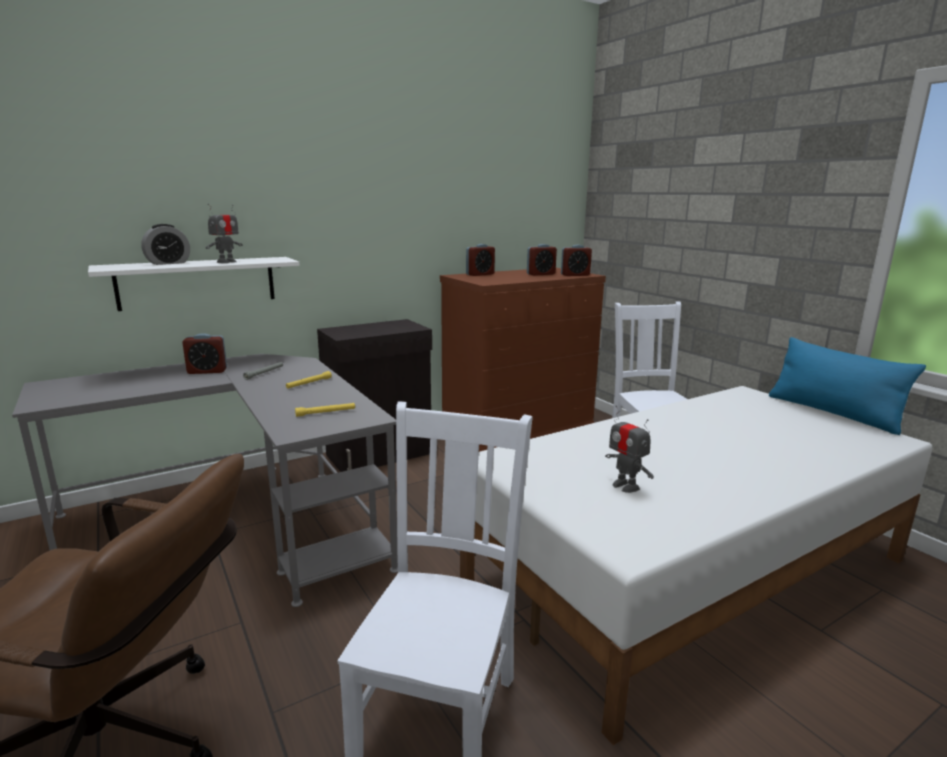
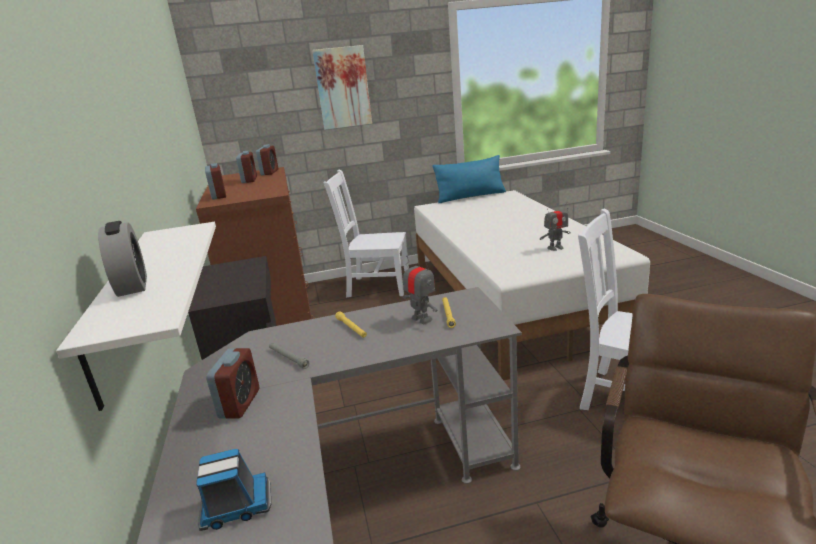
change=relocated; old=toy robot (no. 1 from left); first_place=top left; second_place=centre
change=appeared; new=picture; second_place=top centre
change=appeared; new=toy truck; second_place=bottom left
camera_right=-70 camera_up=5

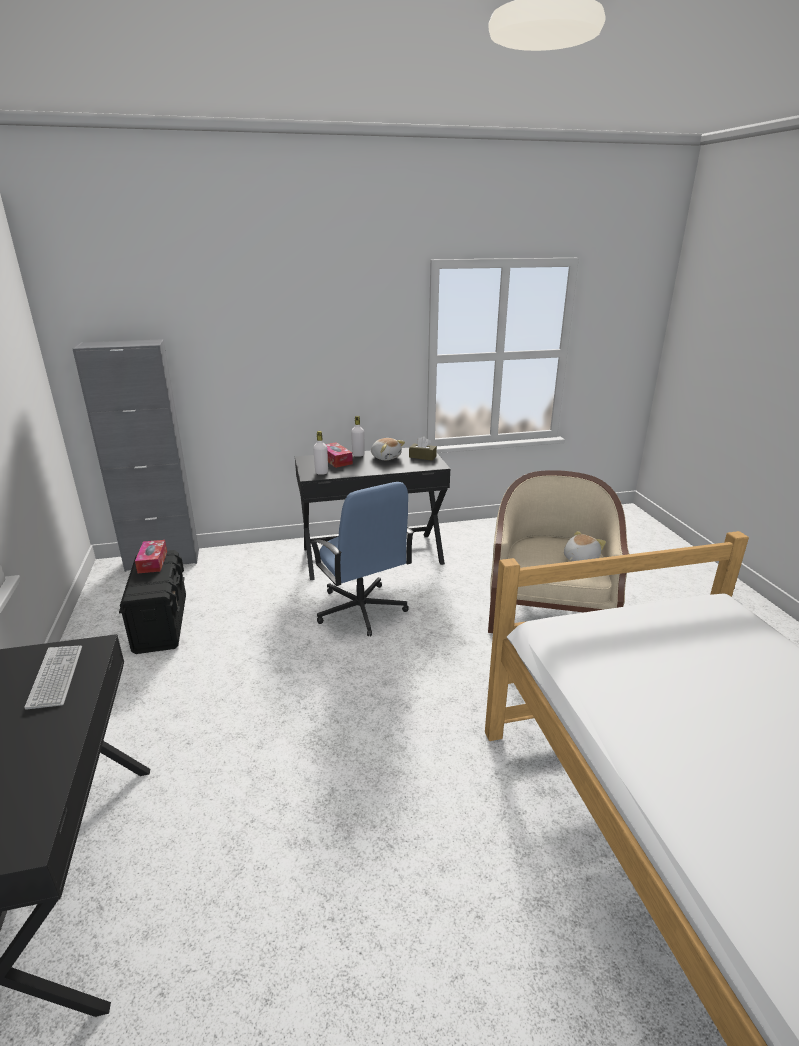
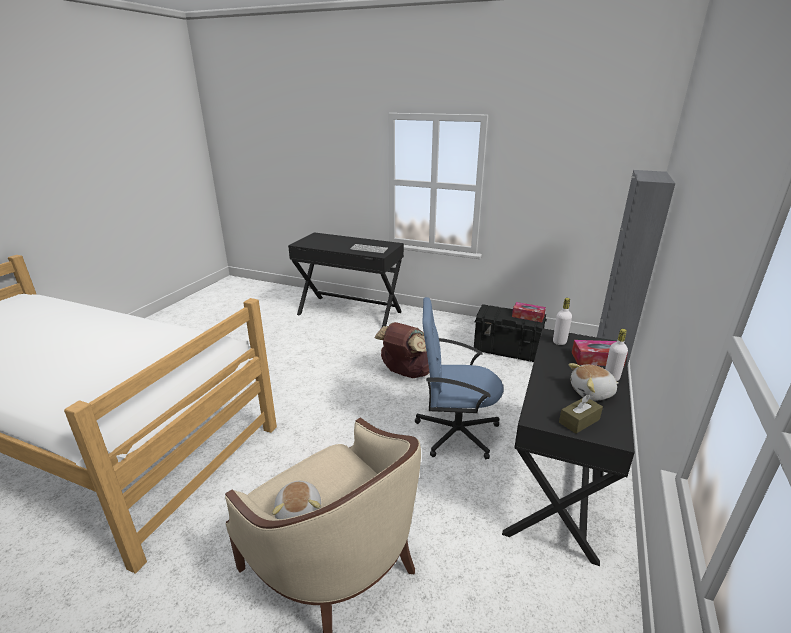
change=appeared; new=brown backpack; second_place=centre
camera_right=125 camera_up=0

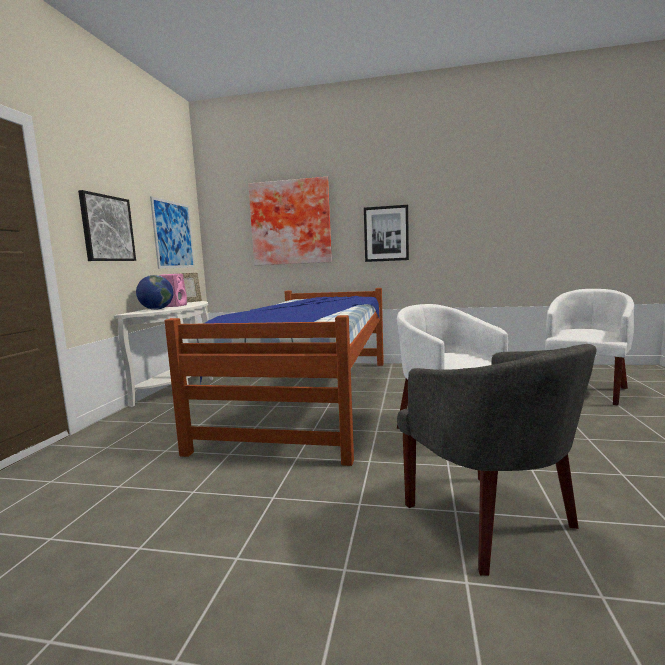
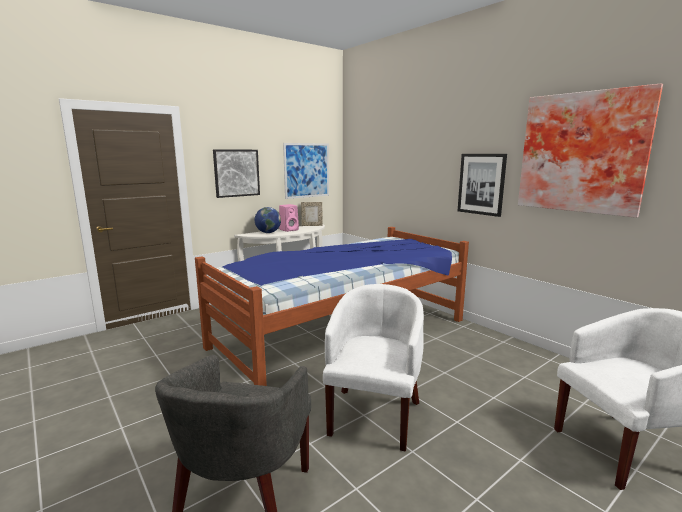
change=relocated; old=picture (no. 3 from left in the first image); new=picture (no. 4 from left); first_place=top centre; second_place=top right
camera_right=40 camera_up=5

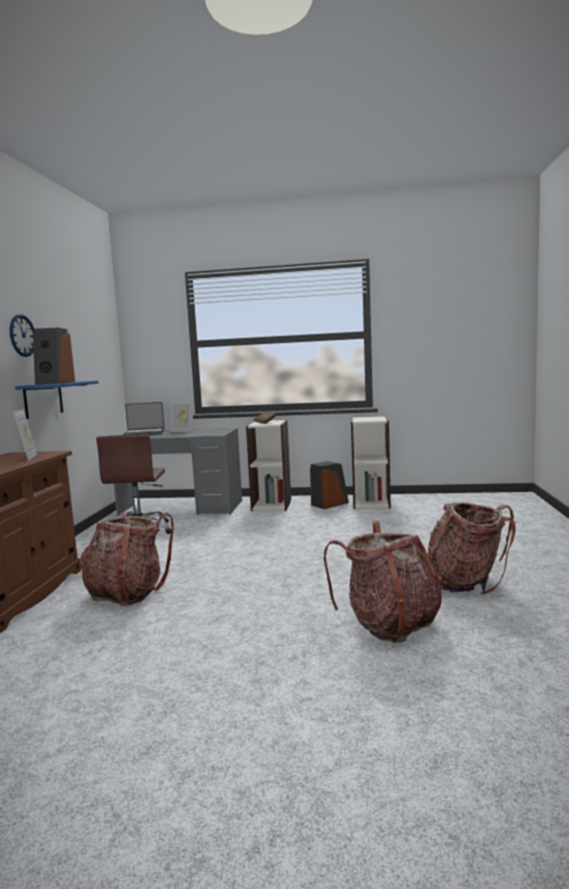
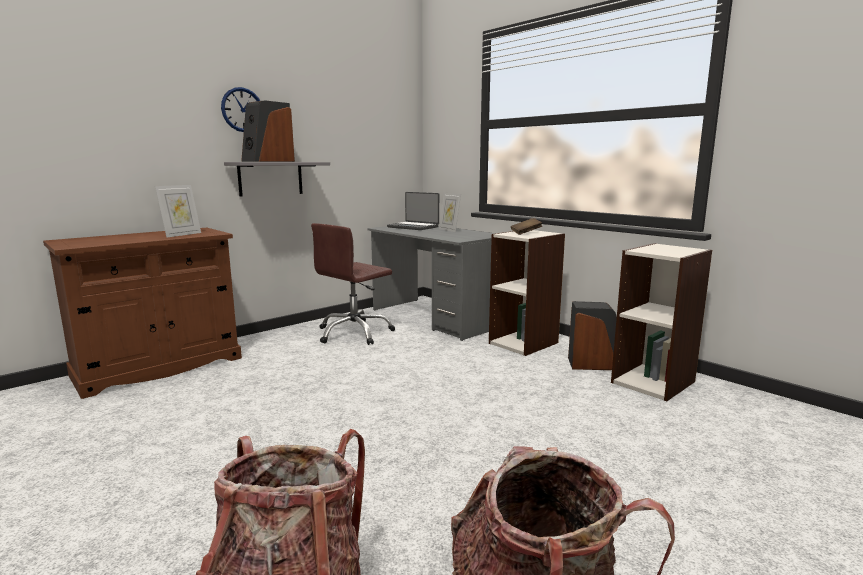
change=colour; old=blue shelf; new=grey shelf; first_place=middle left; second_place=top left
change=missing; old=backpack (no. 1 from left); first_place=middle left
camera_right=40 camera_up=5

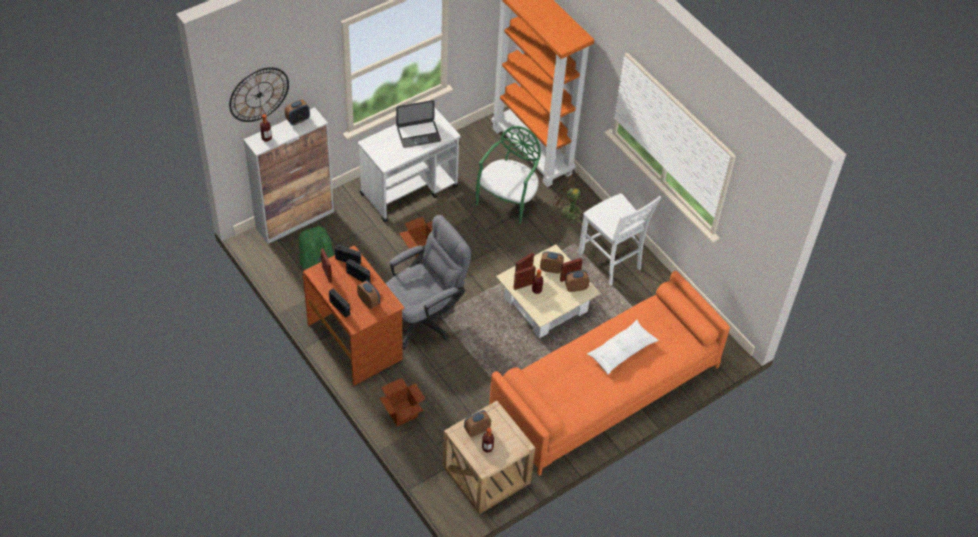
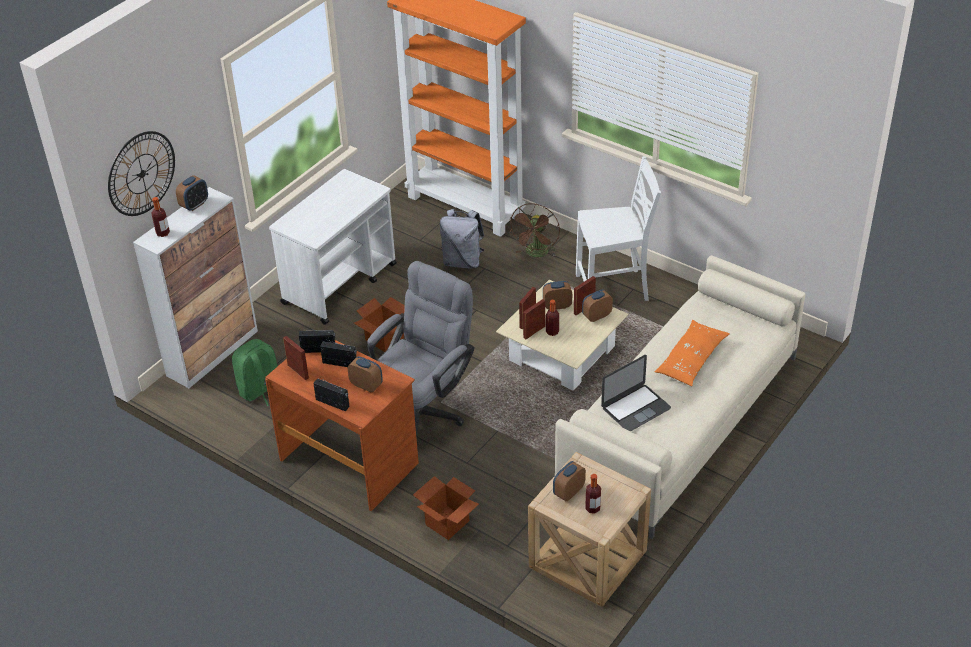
change=relocated; old=laptop; first_place=top centre; second_place=centre
change=exchanged; old=green chair; new=grey backpack; first_place=top centre; second_place=centre
change=spun; old=brown fan; first_place=centre; second_place=centre; degrees=-75
change=spun; old=white chair; first_place=centre; second_place=centre; degrees=-45
change=colour; old=orange sofa; new=beige sofa; first_place=bottom centre; second_place=middle right
change=colour; old=white pillow; new=orange pillow; first_place=centre; second_place=middle right
camera_right=-15 camera_up=-10

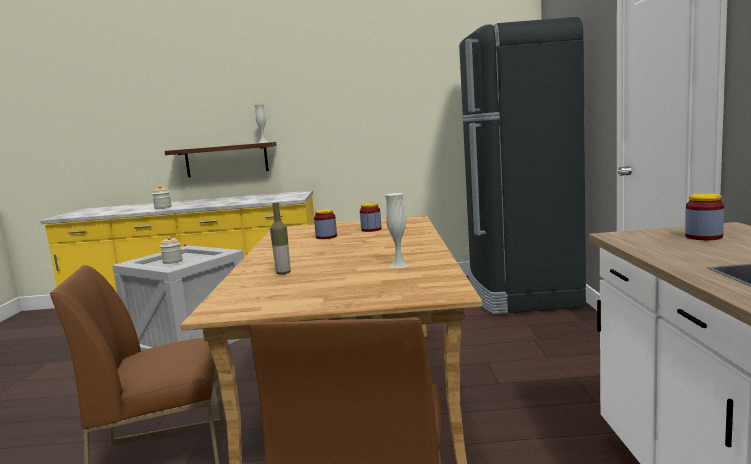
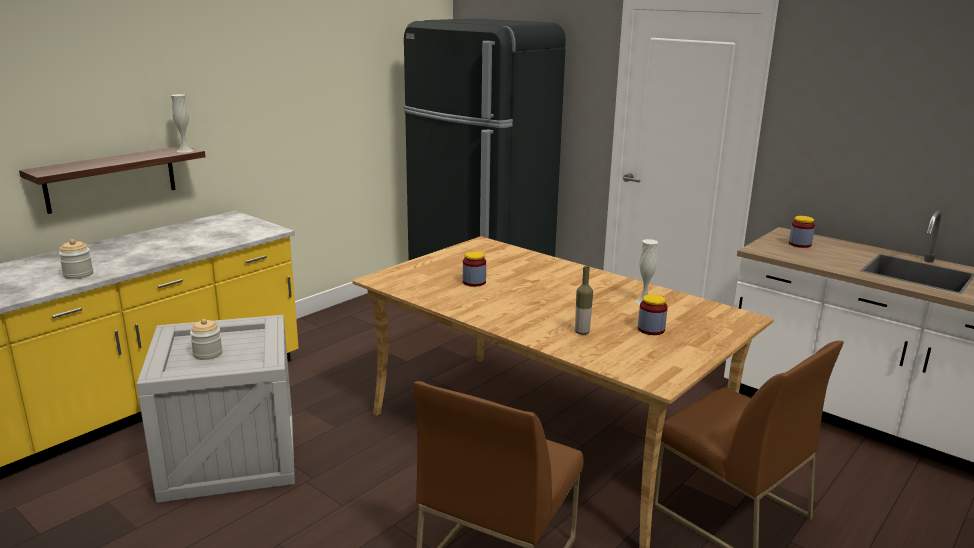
change=relocated; old=jar (no. 4 from left); first_place=centre; second_place=middle right
camera_right=-50 camera_up=10

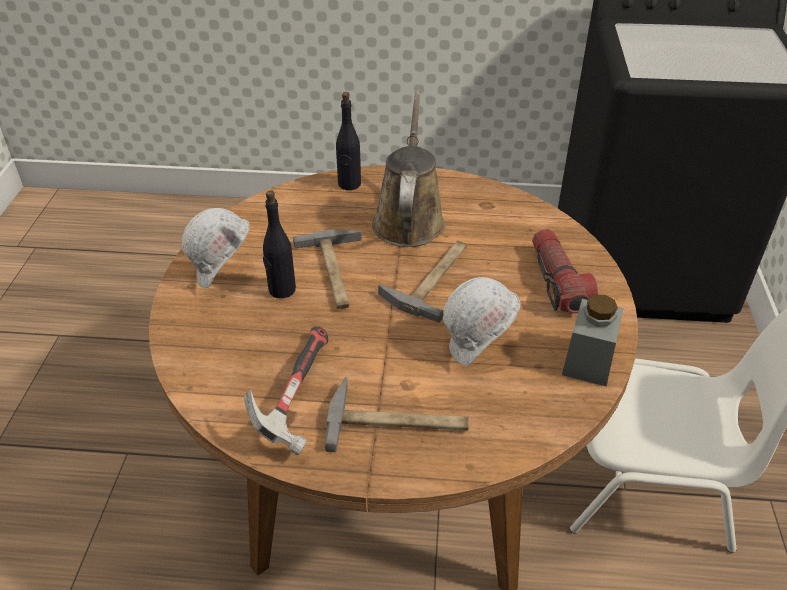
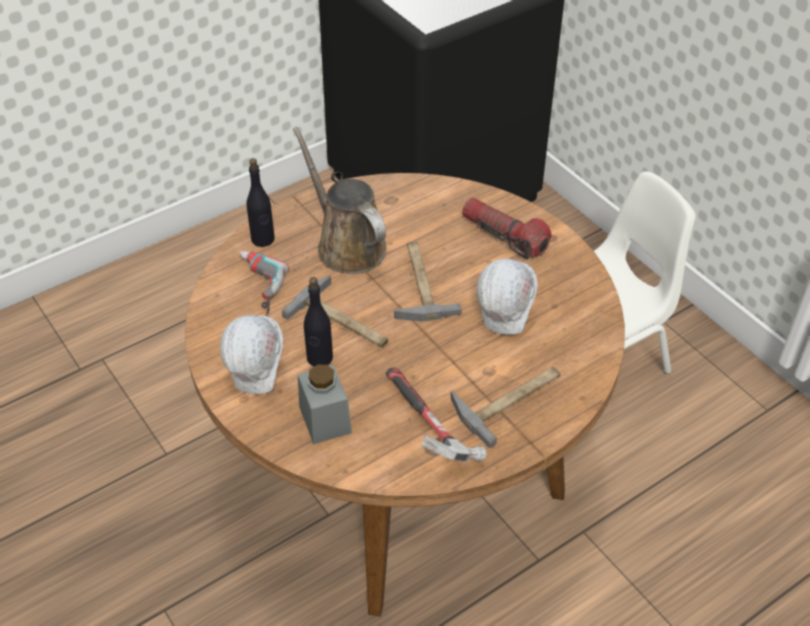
change=relocated; old=grey jar; first_place=middle right; second_place=centre
change=appeared; new=power drill; second_place=middle left
camera_right=-40 camera_up=5

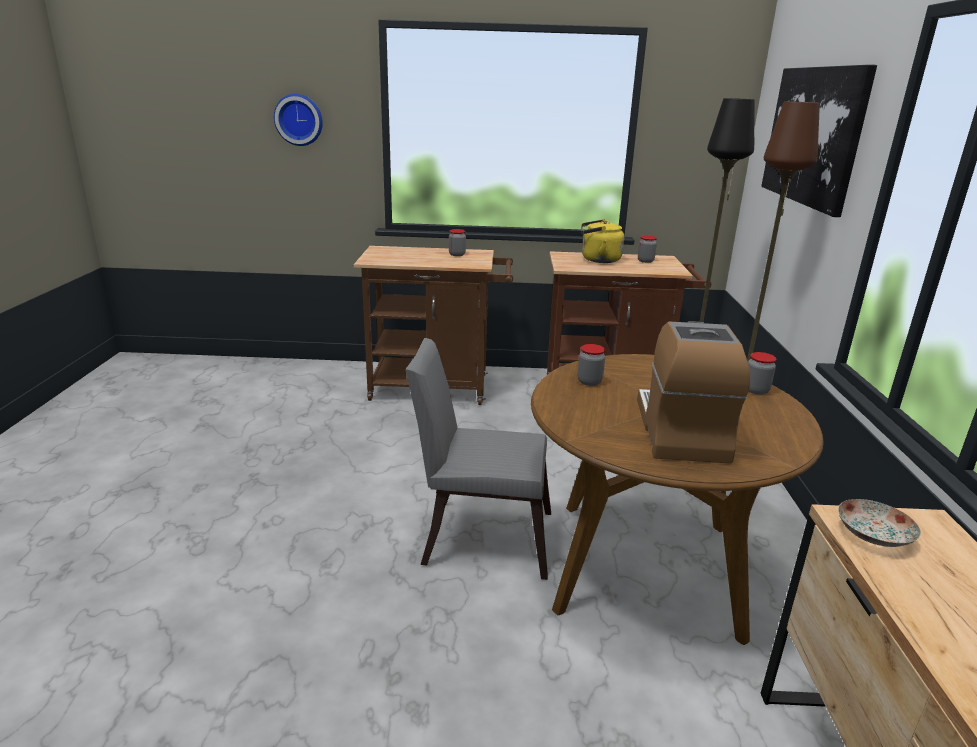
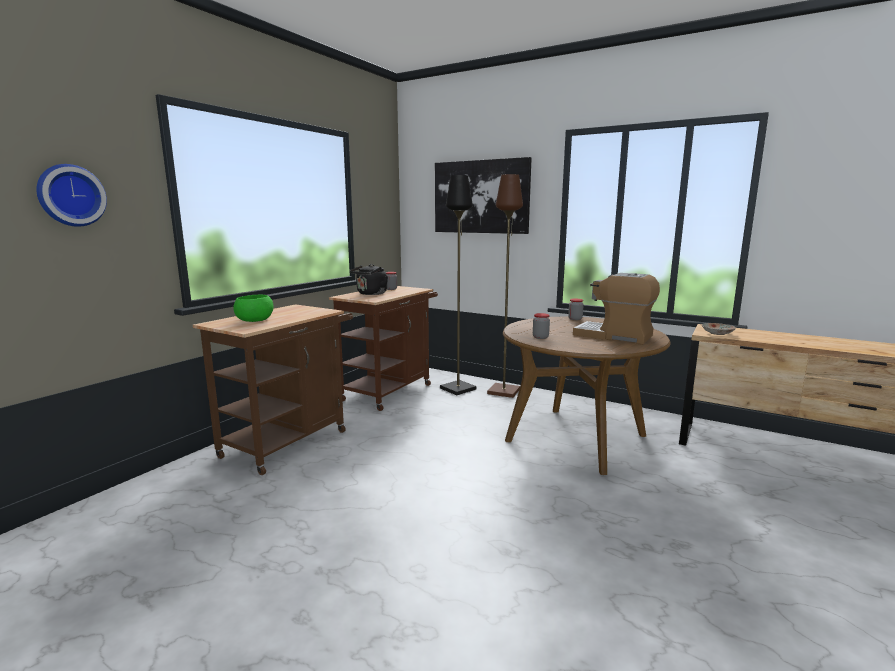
change=colour; old=yellow kettle; new=black kettle; first_place=top centre; second_place=centre
change=missing; old=jar (no. 1 from left); first_place=top centre
change=missing; old=grey chair; first_place=centre
change=appeared; new=green bowl; second_place=middle left
camera_right=-60 camera_up=-10

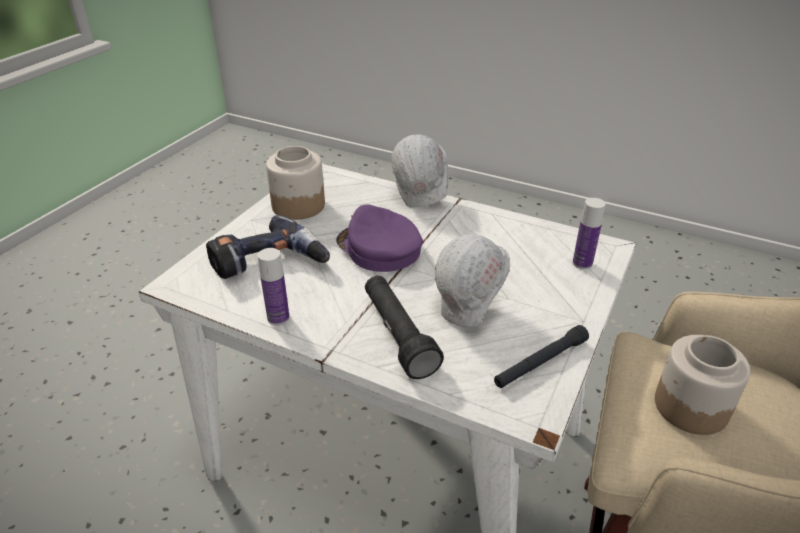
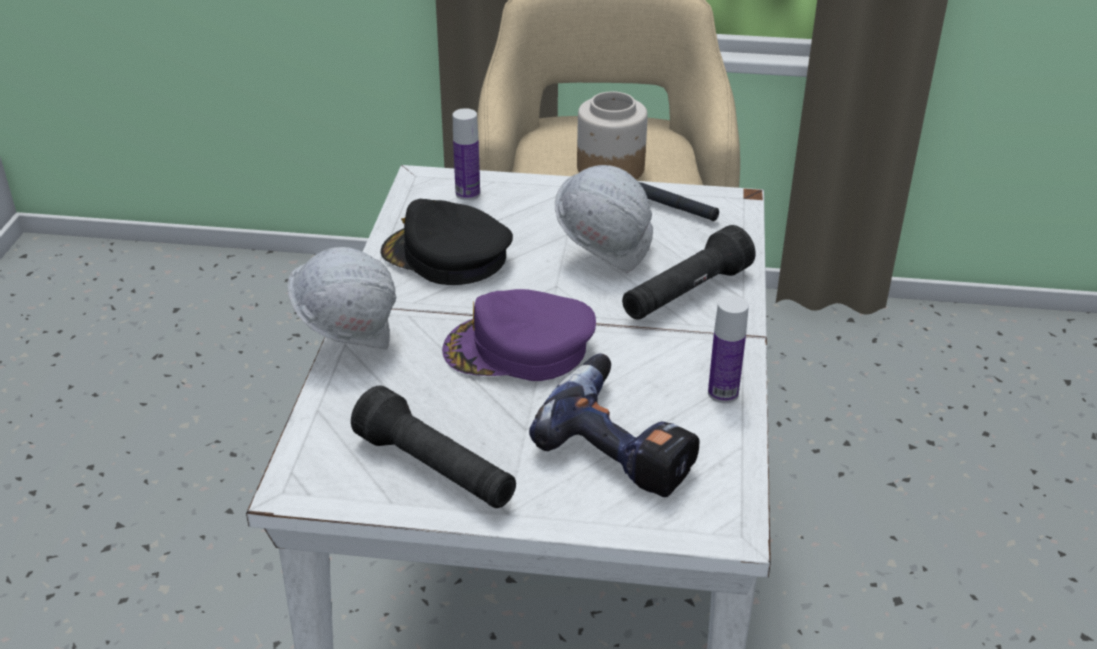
change=exchanged; old=jar (no. 1 from left); new=black flashlight (no. 1 from left); first_place=centre; second_place=bottom centre
change=spun; old=purple cap; first_place=centre; second_place=centre; degrees=60
change=appeared; new=black cap; second_place=centre
camera_right=-110 camera_up=0

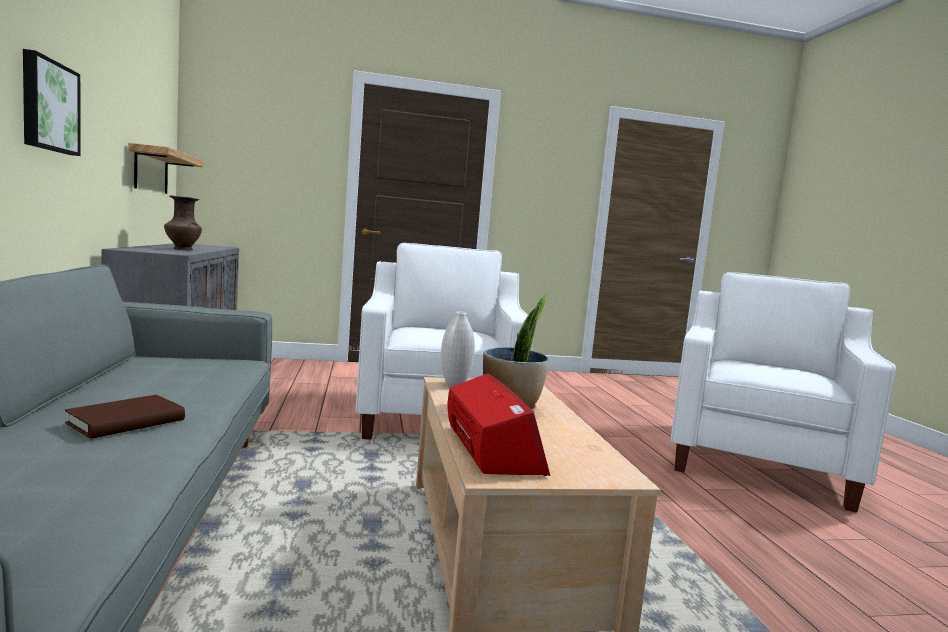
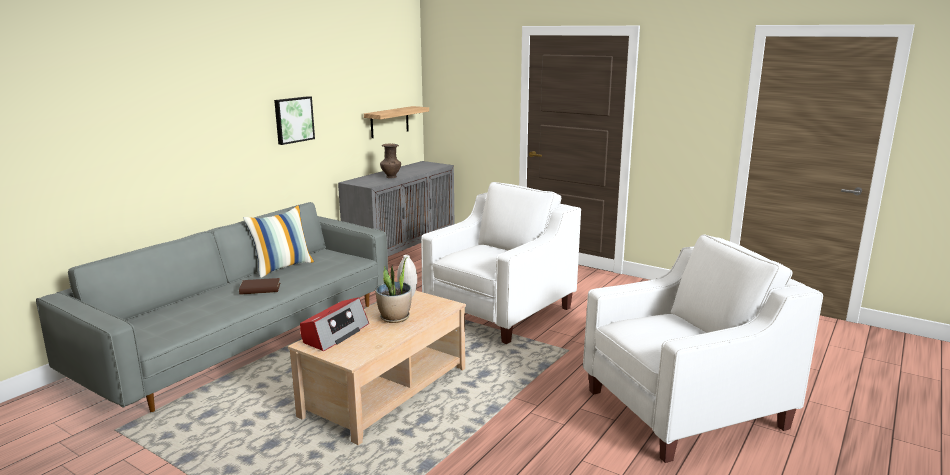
change=appeared; new=pillow; second_place=middle left
camera_right=45 camera_up=10

